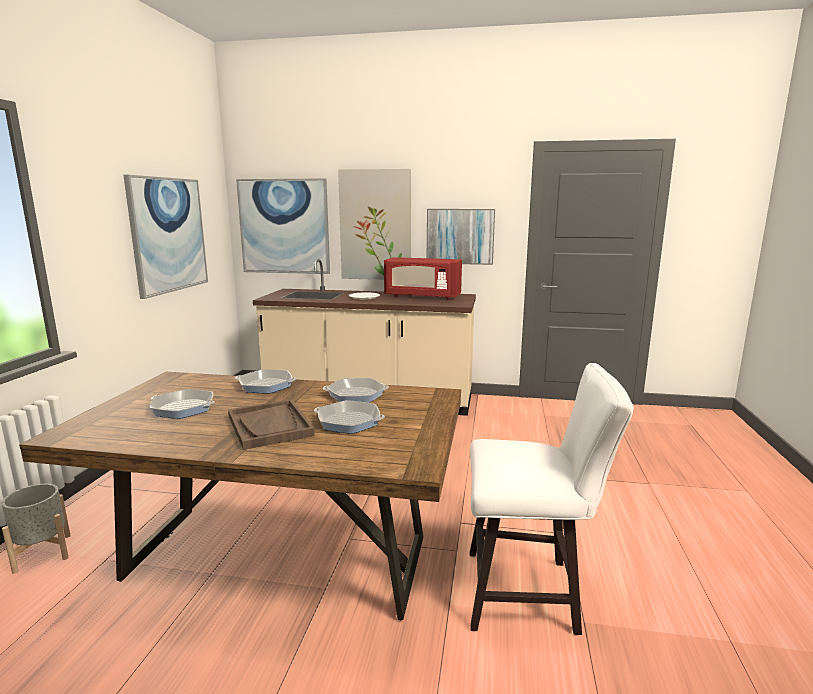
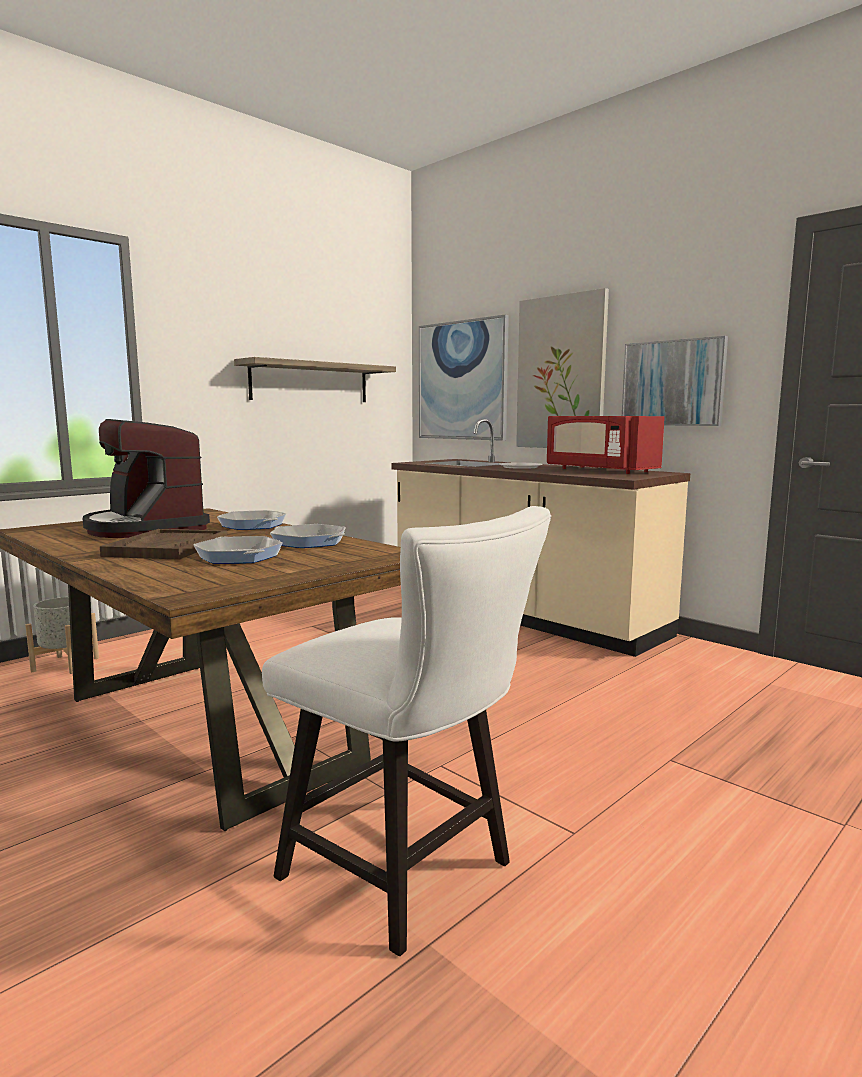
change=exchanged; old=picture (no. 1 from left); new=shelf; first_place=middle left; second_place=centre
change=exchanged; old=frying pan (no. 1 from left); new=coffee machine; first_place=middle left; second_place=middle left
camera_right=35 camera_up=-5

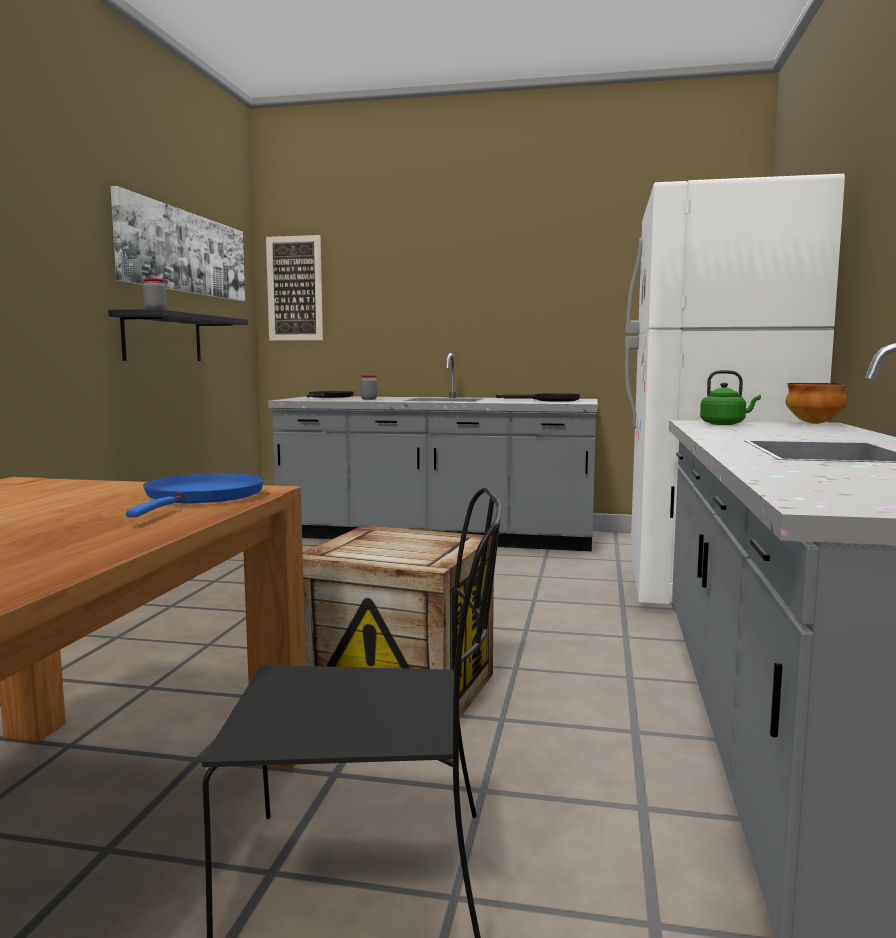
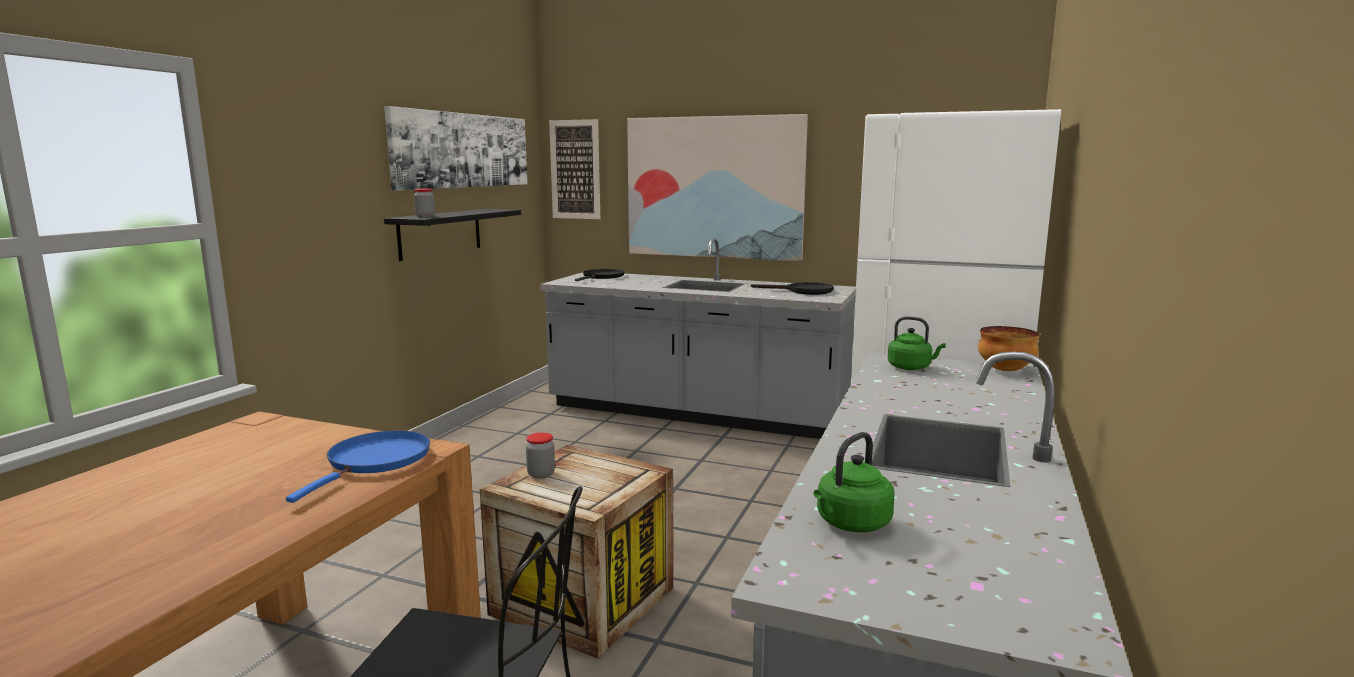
change=relocated; old=jar (no. 2 from left); first_place=centre; second_place=bottom centre
change=appeared; new=picture (no. 3 from left); second_place=top centre
change=appeared; new=green kettle (no. 1 from left); second_place=bottom centre
camera_right=10 camera_up=5

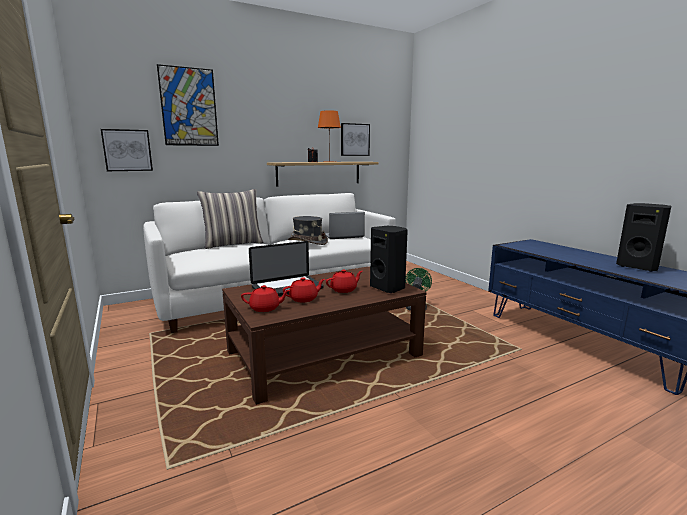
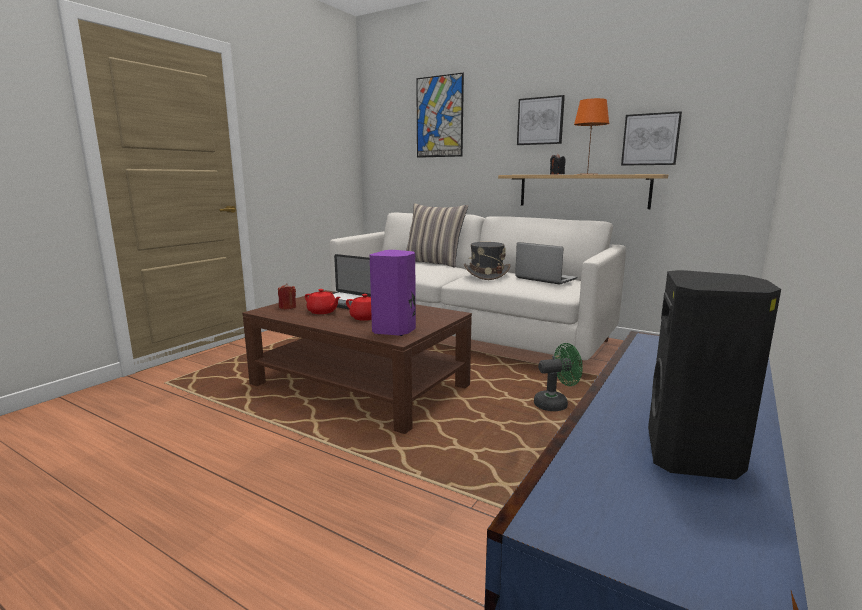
change=relocated; old=picture (no. 1 from left in the first image); new=picture (no. 2 from left); first_place=top left; second_place=top centre
change=colour; old=black speaker (no. 1 from left); new=purple speaker; first_place=centre; second_place=centre
change=exchanged; old=red teapot (no. 1 from left); new=red candle; first_place=centre; second_place=middle left
camera_right=60 camera_up=0

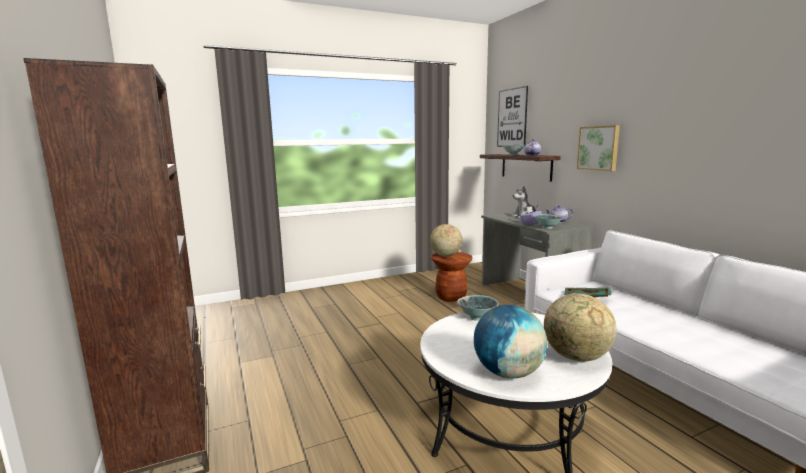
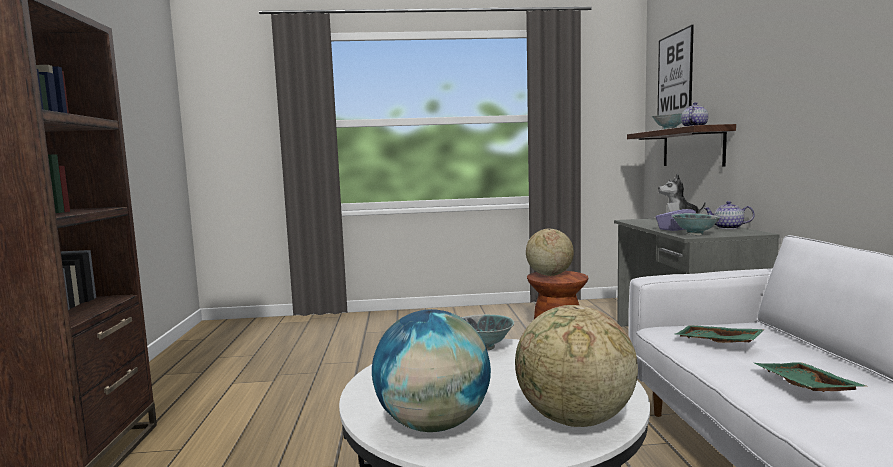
change=missing; old=picture (no. 2 from left); first_place=top right
change=appeared; new=green tray (no. 2 from left); second_place=bottom right
camera_right=20 camera_up=-5

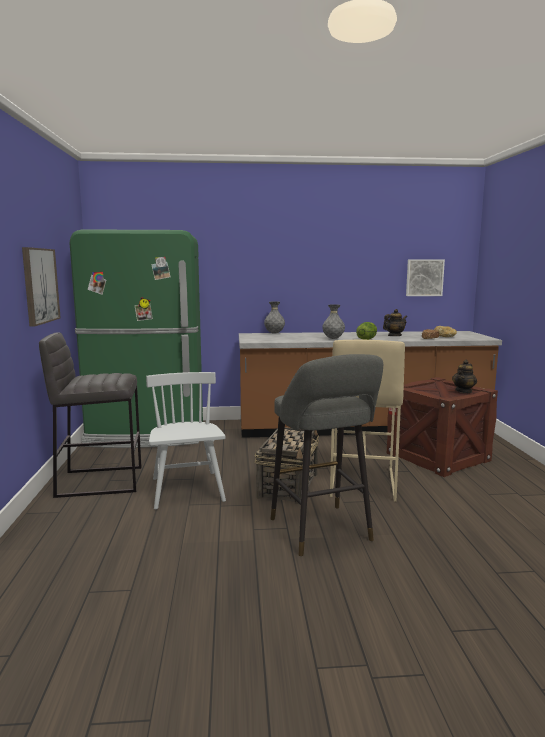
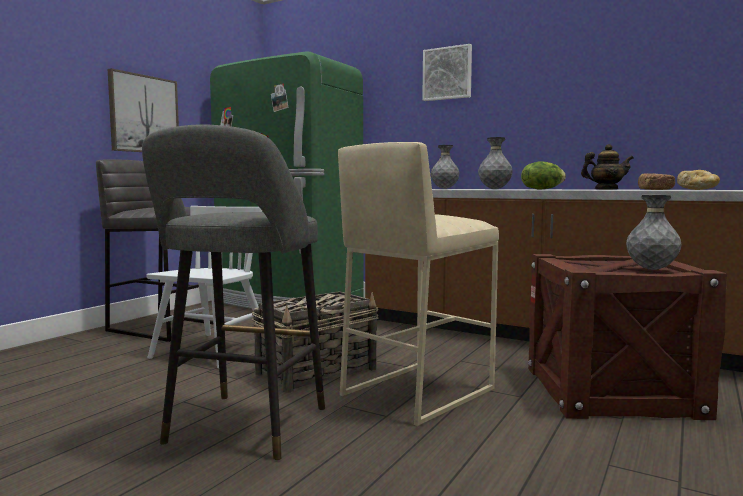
change=relocated; old=picture (no. 2 from left); first_place=middle right; second_place=top centre
change=exchanged; old=teapot (no. 2 from left); new=grey vase (no. 3 from left); first_place=middle right; second_place=middle right
camera_right=35 camera_up=-5

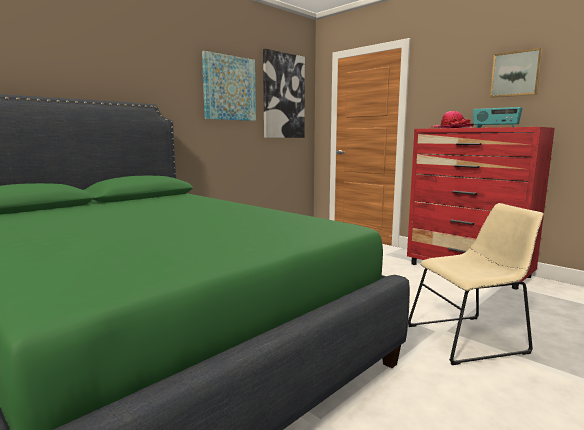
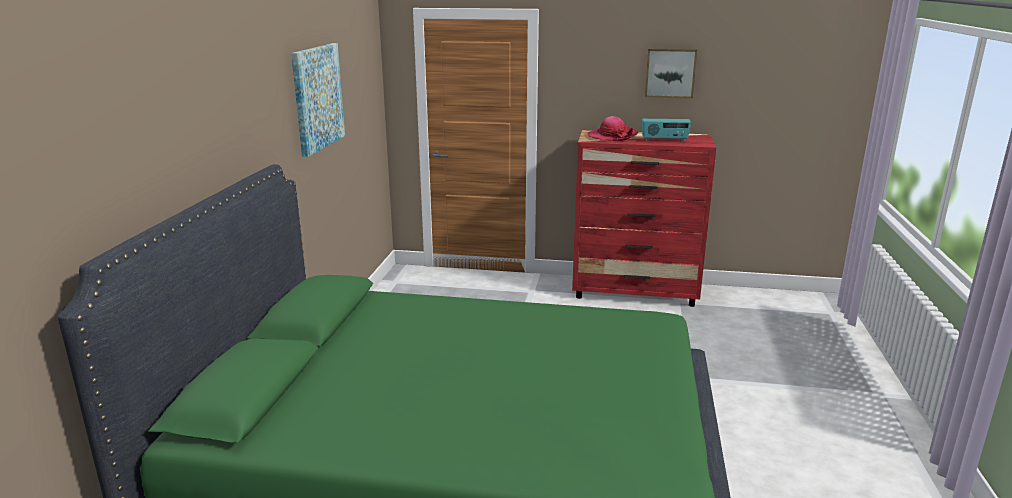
change=missing; old=picture (no. 2 from left); first_place=top centre
change=missing; old=beige chair; first_place=middle right
camera_right=-35 camera_up=10

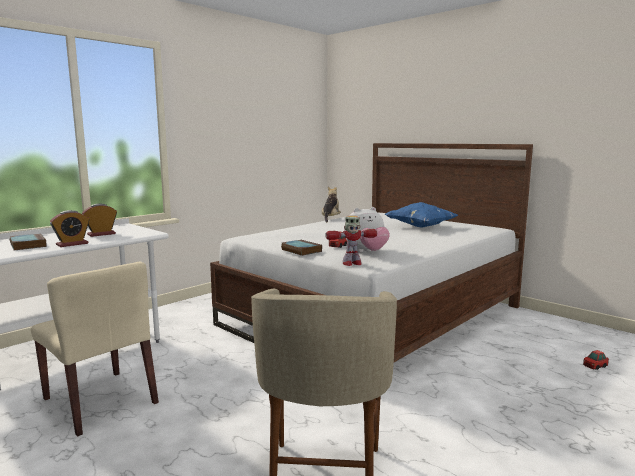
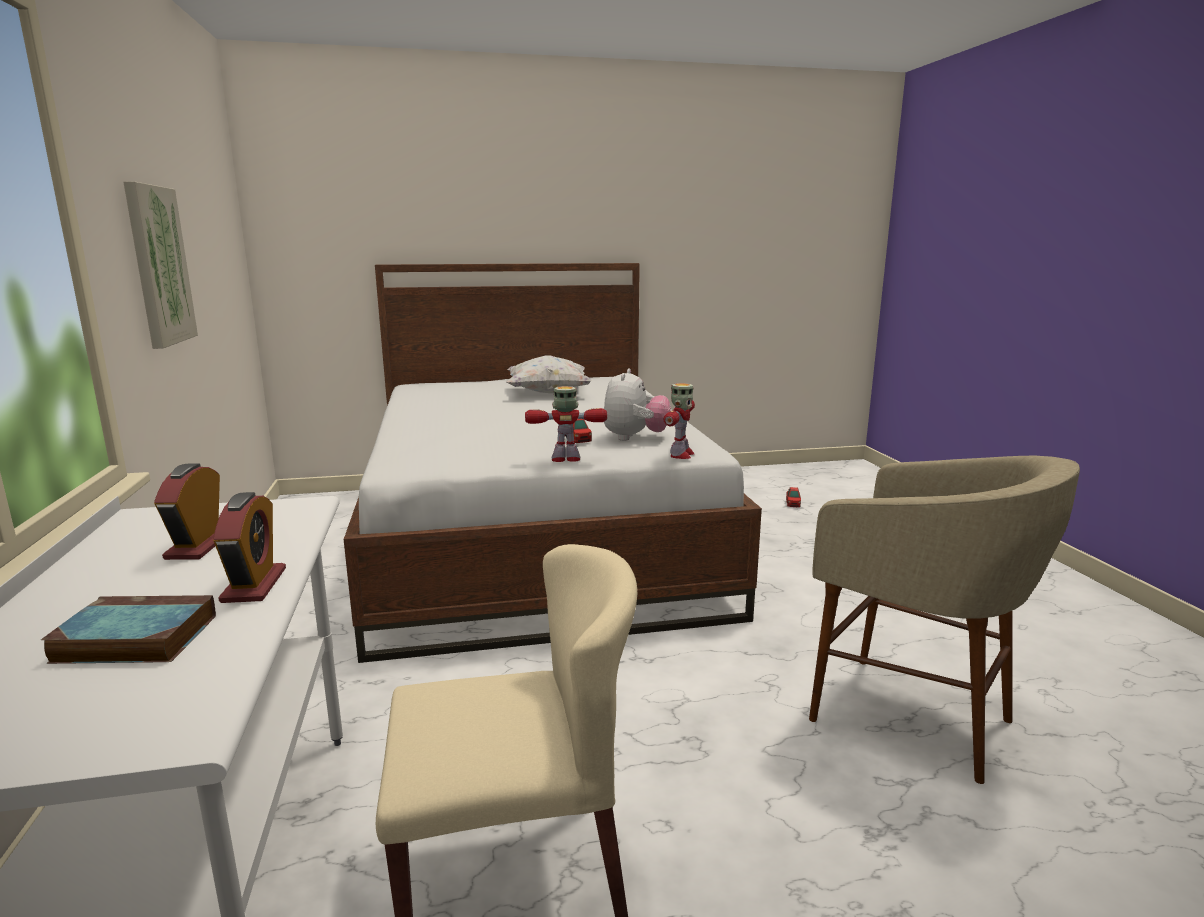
change=missing; old=plush toy (no. 1 from left); first_place=centre
change=colour; old=blue pillow; new=white pillow; first_place=centre; second_place=centre
change=exchanged; old=book (no. 2 from left); new=toy robot (no. 1 from left); first_place=centre; second_place=centre
change=appeared; new=picture; second_place=top left
camera_right=-55 camera_up=5

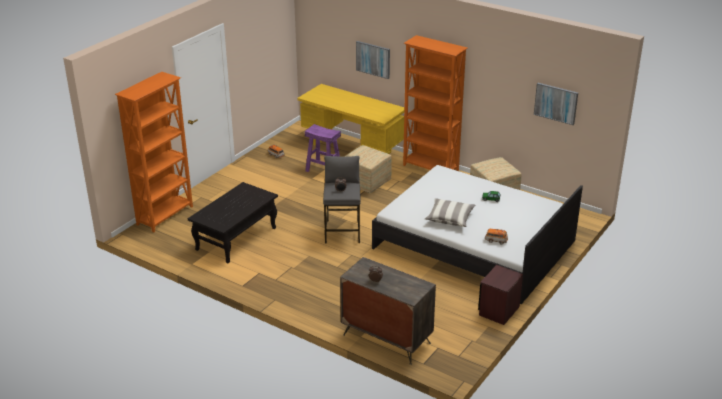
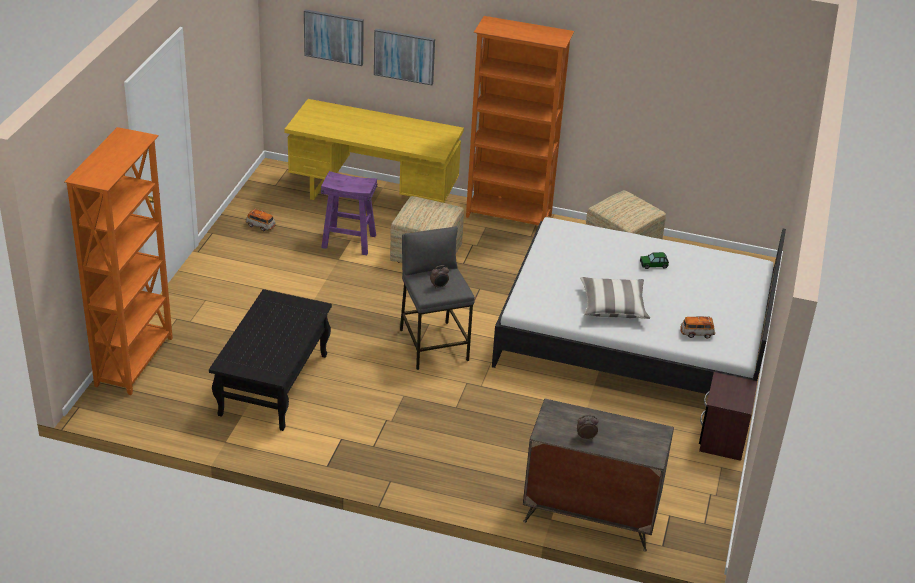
change=relocated; old=picture (no. 2 from left in the first image); new=picture (no. 1 from left); first_place=top right; second_place=top centre
camera_right=-20 camera_up=5

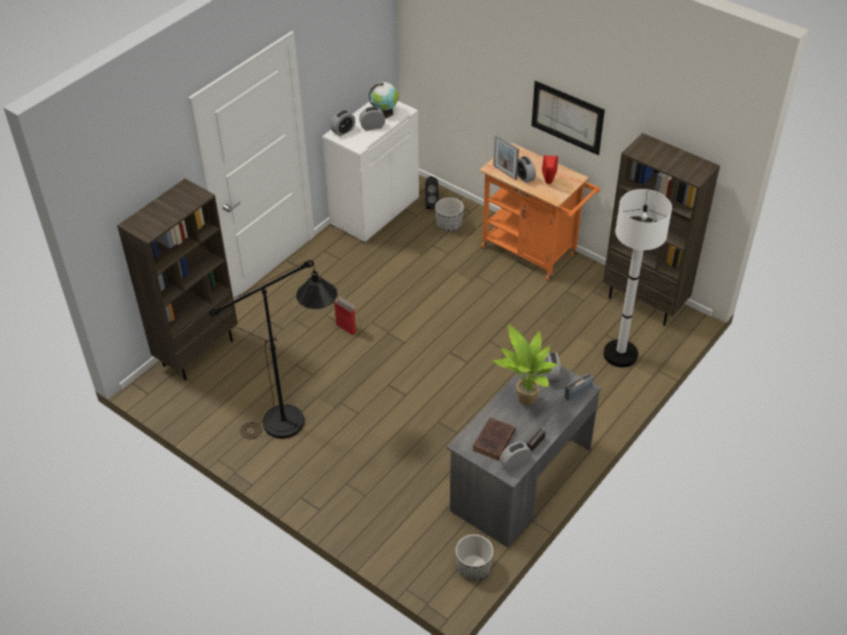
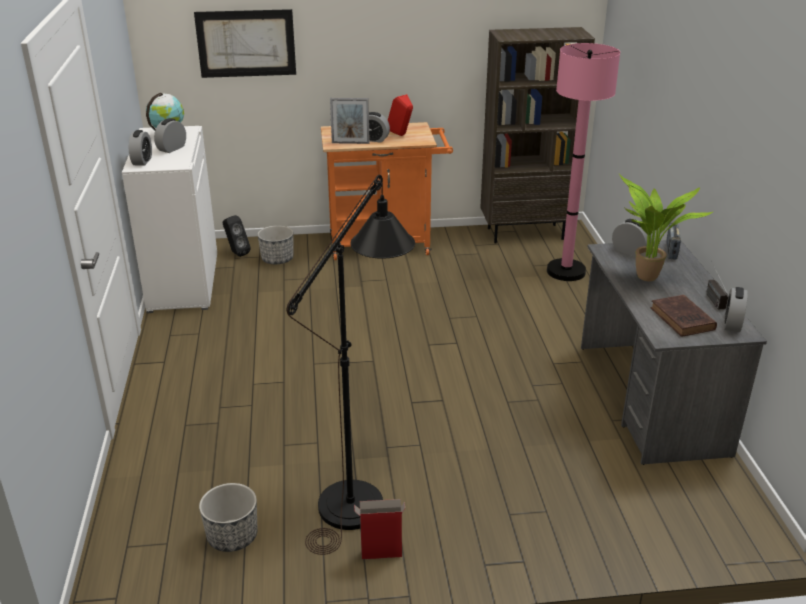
change=relocated; old=picture; first_place=top right; second_place=top left
change=missing; old=brown bookcase (no. 1 from left); first_place=middle left
change=colour; old=white floor lamp; new=pink floor lamp; first_place=middle right; second_place=top right
change=relocated; old=cardboard box; first_place=centre; second_place=bottom centre
change=relocated; old=planter (no. 2 from left in the first image); new=planter (no. 1 from left); first_place=bottom centre; second_place=bottom left
camera_right=-45 camera_up=-15

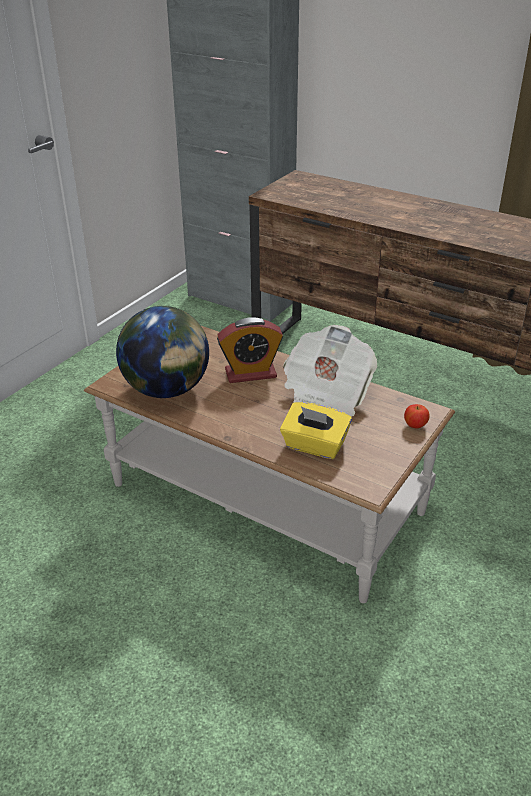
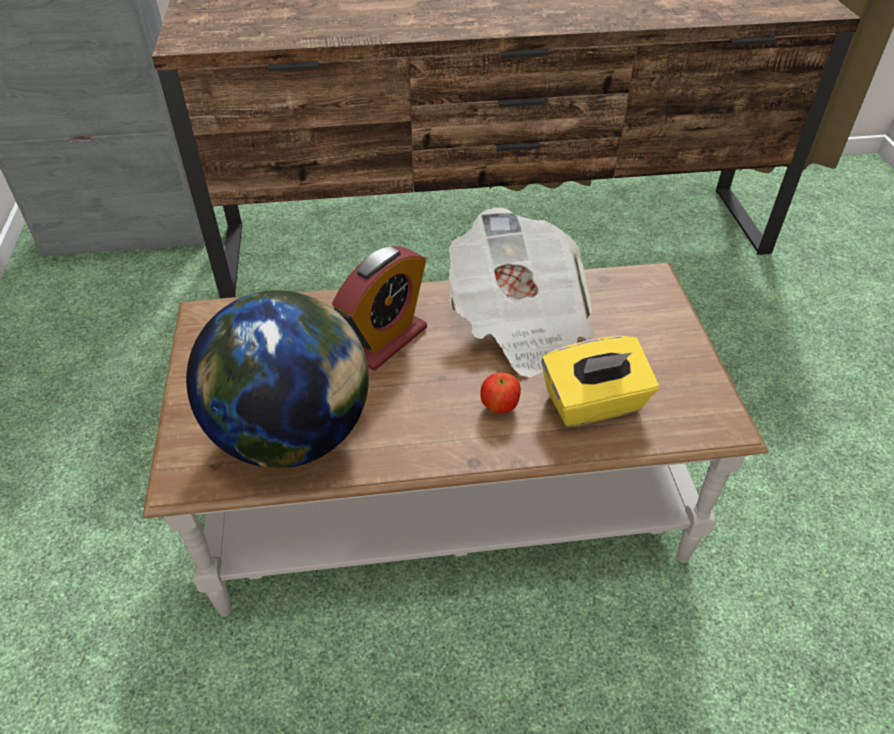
change=relocated; old=apple; first_place=middle right; second_place=centre
camera_right=-40 camera_up=10

